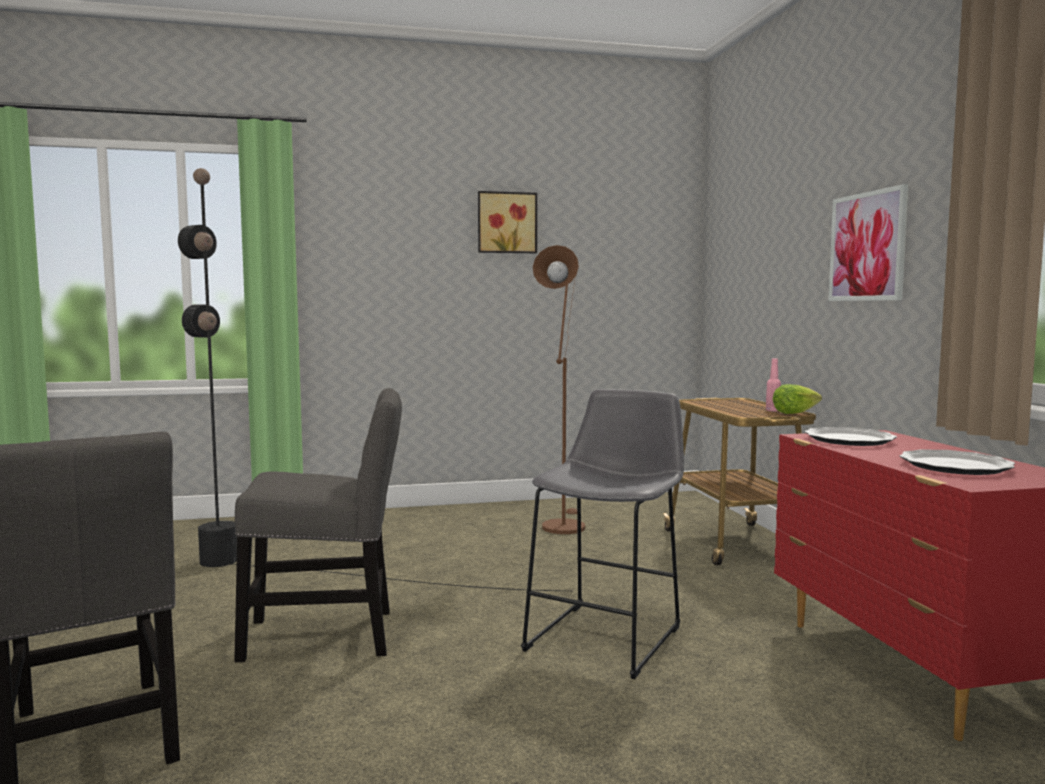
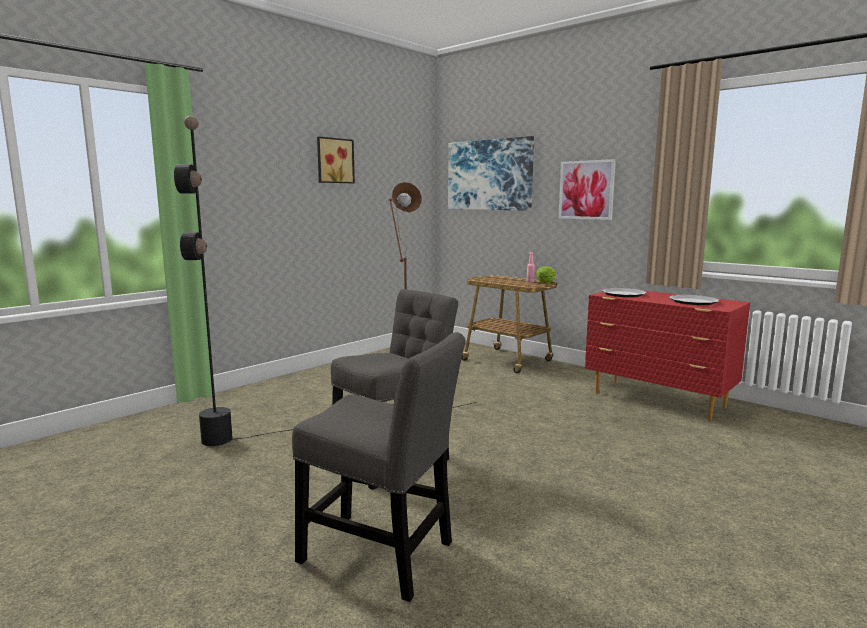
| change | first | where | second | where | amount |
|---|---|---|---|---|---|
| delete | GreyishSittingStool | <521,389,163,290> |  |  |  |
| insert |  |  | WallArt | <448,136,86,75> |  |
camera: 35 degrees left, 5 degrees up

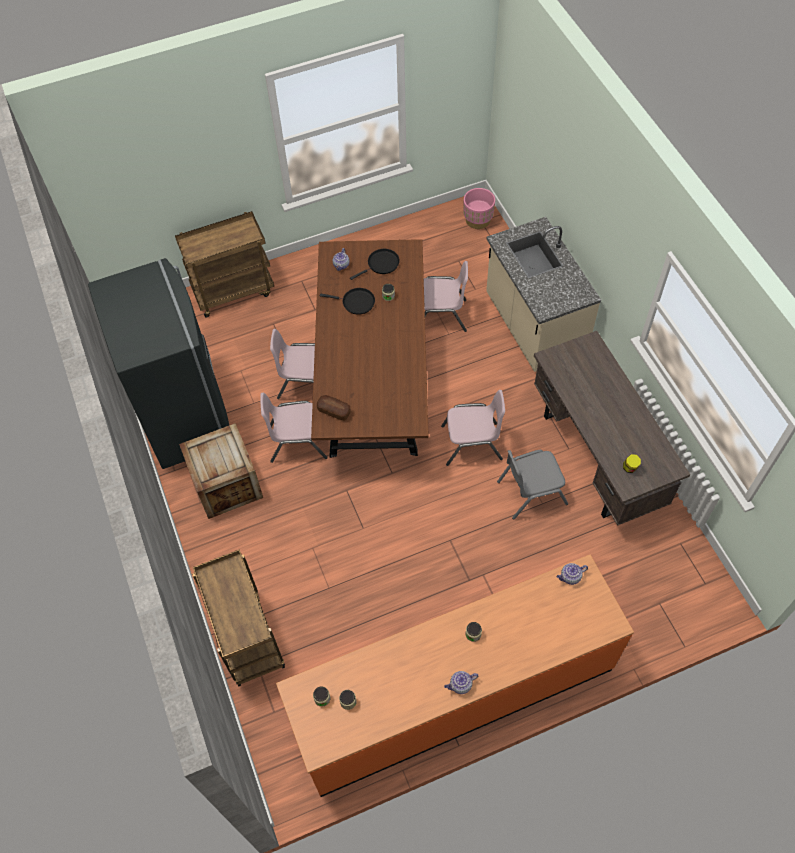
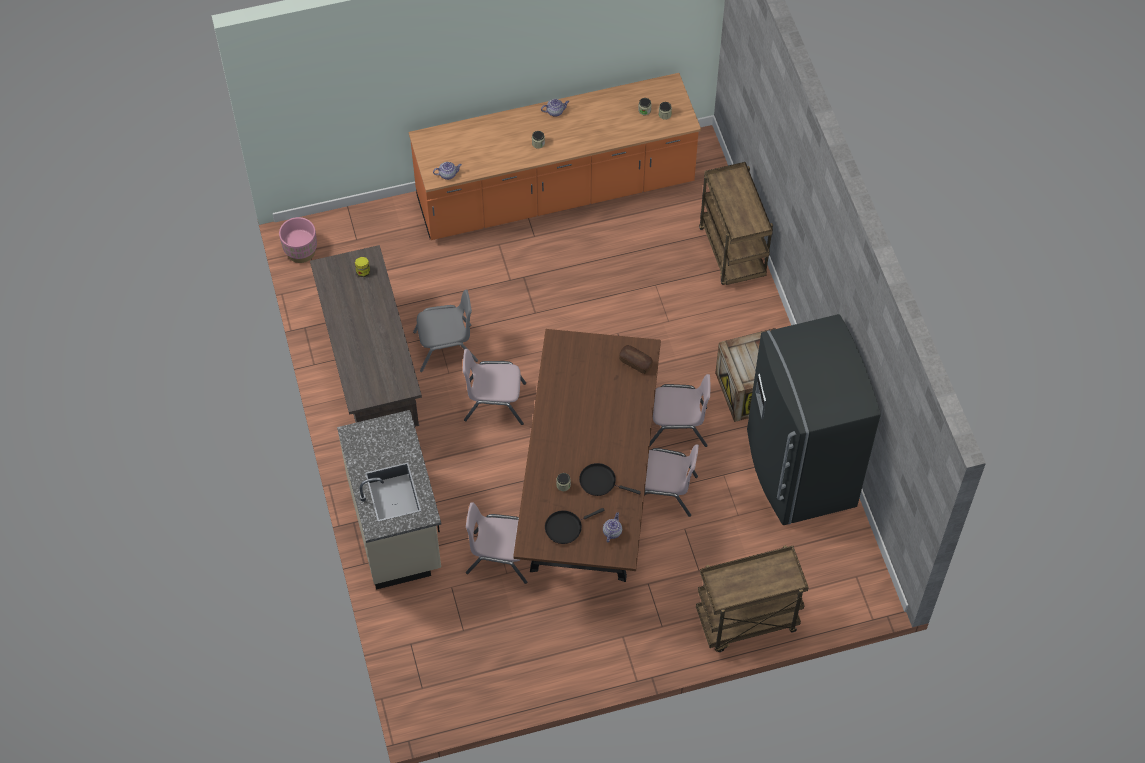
| change | first | where | second | where | amount |
|---|---|---|---|---|---|
| move | PinkColouredFlowerPot | <464,188,31,41> |  | <279,217,38,46> |  |
camera: 175 degrees left, 0 degrees up

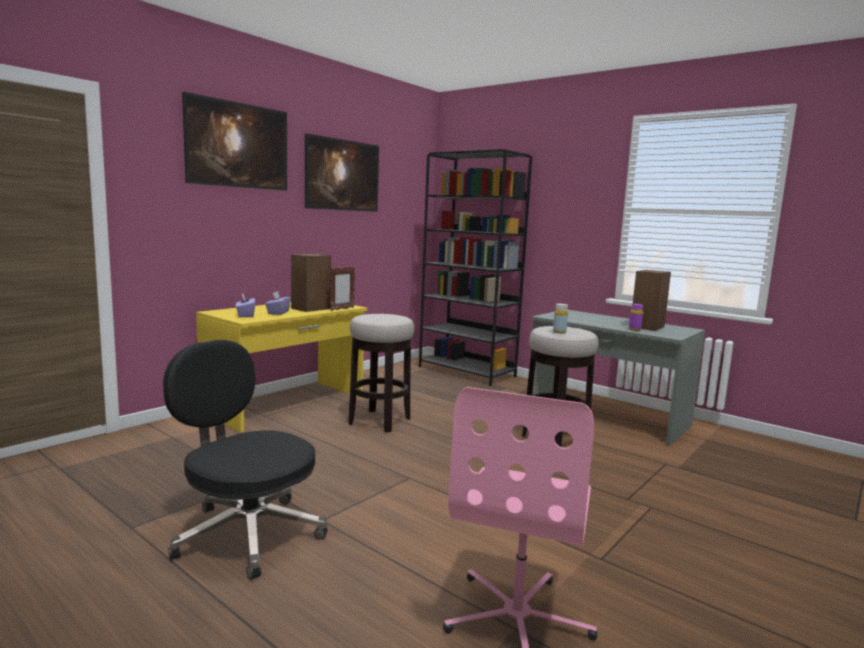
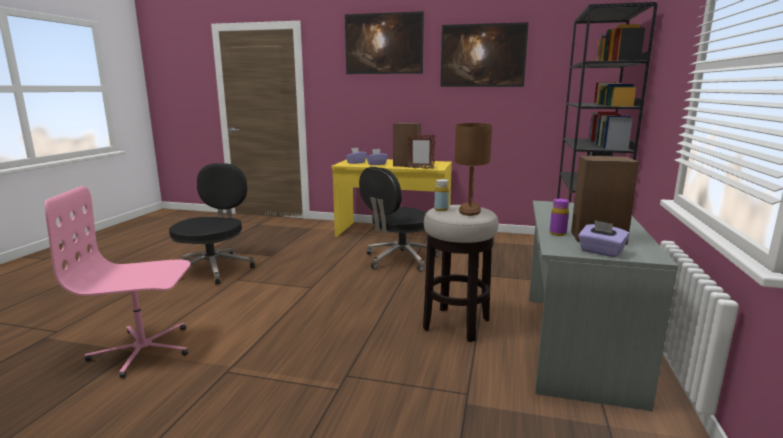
| change | first | where | second | where | amount |
|---|---|---|---|---|---|
| insert |  |  | BrownishTableLamp | <454,123,38,93> |  |
| insert |  |  | PurpleColouredTissueBox | <578,220,51,37> |  |
| replace | SittingStool | <348,314,66,119> | BlackOfficeChair | <359,167,81,105> |  |
camera: 65 degrees right, 5 degrees up

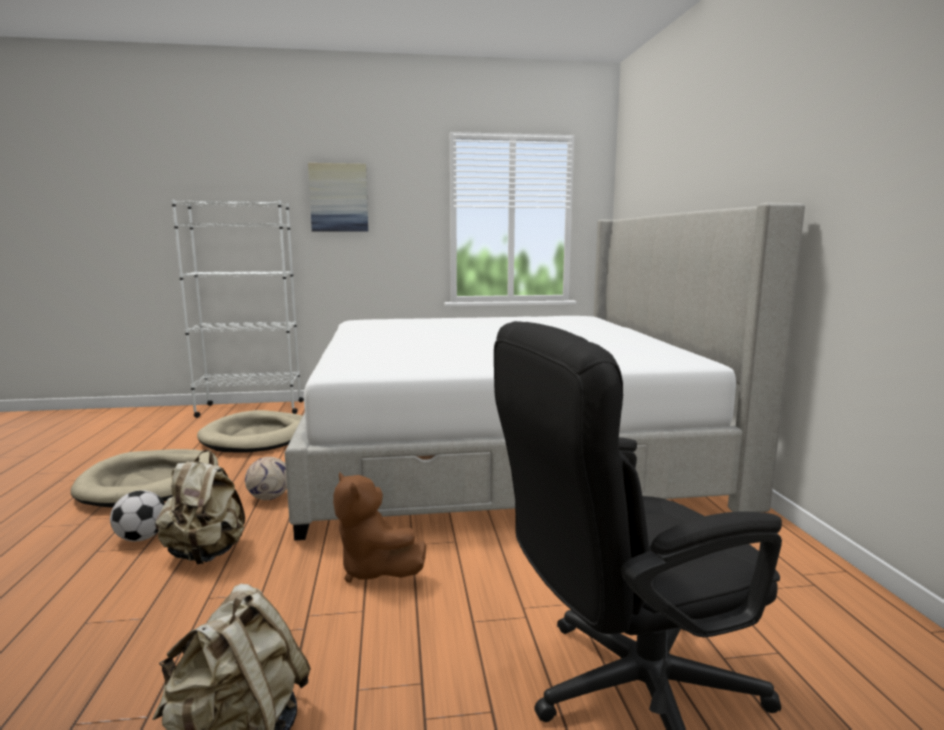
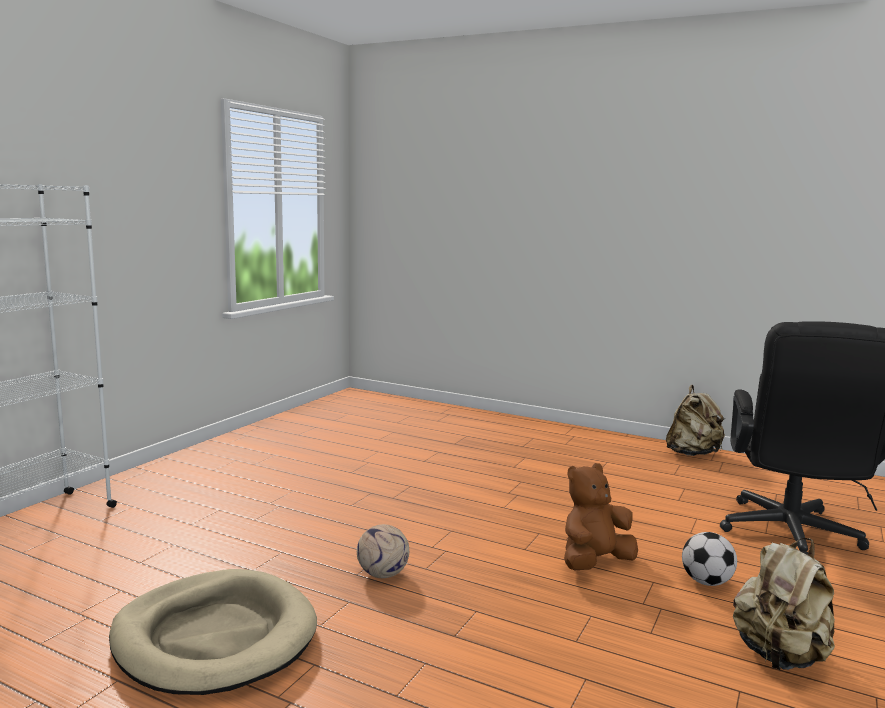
| change | first | where | second | where | amount |
|---|---|---|---|---|---|
| delete | SandColouredDogCushion | <197,410,106,43> |  |  |  |
| delete | BedroomBed | <285,203,520,337> |  |  |  |
| delete | WallArt | <308,163,60,69> |  |  |  |
| move | BallForFootball | <110,490,55,52> |  | <682,532,55,54> |  |
| move | SandColouredKnapsack | <155,450,90,114> |  | <666,385,59,71> |  |
| rotate | BrownishSoftToy | <333,472,93,111> |  | <564,463,74,107> | 150 degrees clockwise |
camera: 55 degrees left, 0 degrees up

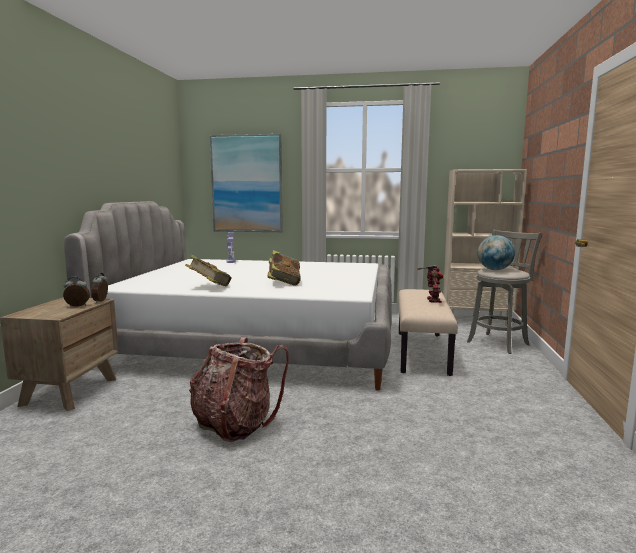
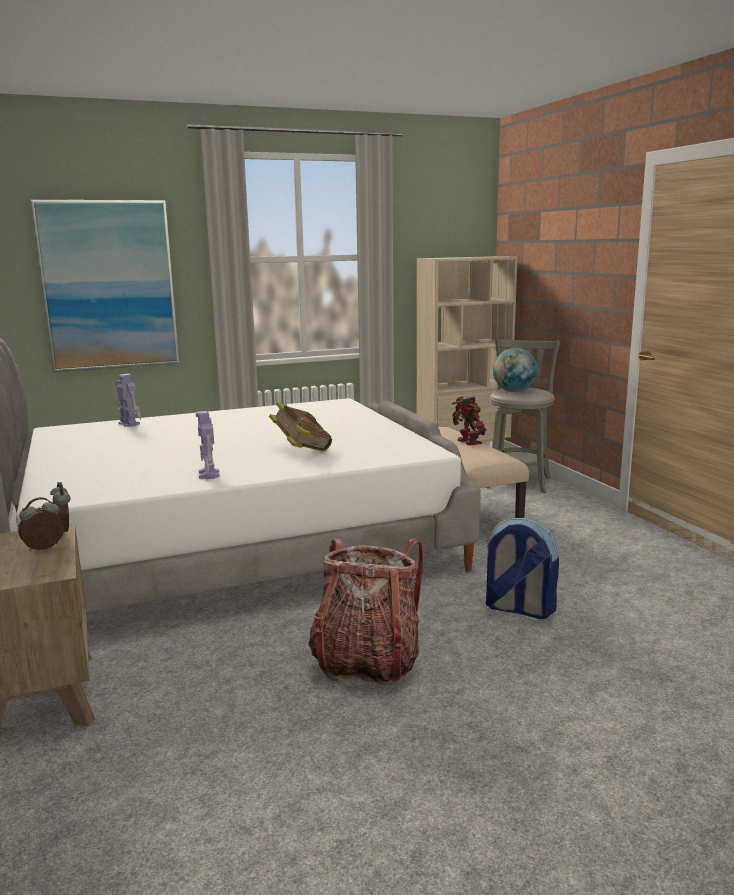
| change | first | where | second | where | amount |
|---|---|---|---|---|---|
| insert |  |  | Knapsack | <485,518,74,101> |  |
| replace | Book | <185,255,46,31> | RobotFigure | <196,411,24,68> |  |
camera: 30 degrees left, 5 degrees up

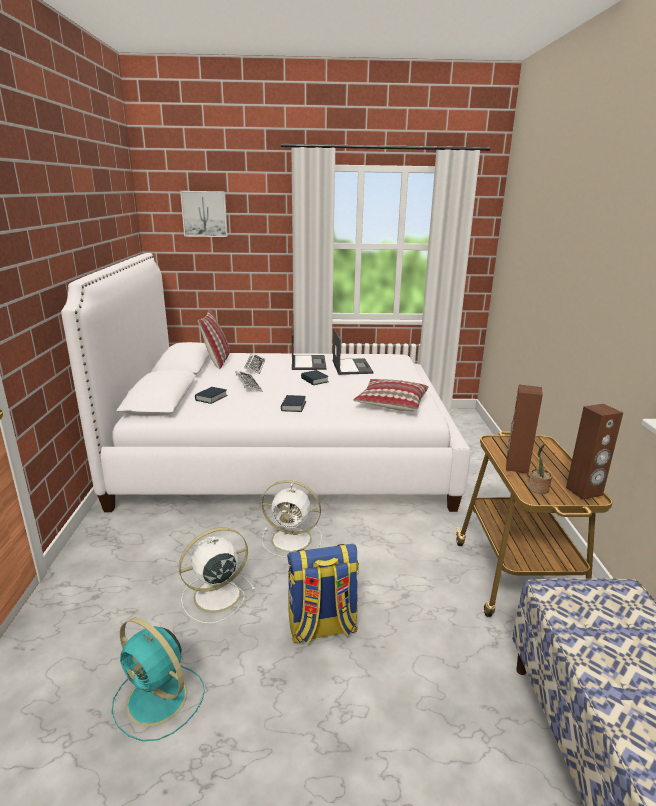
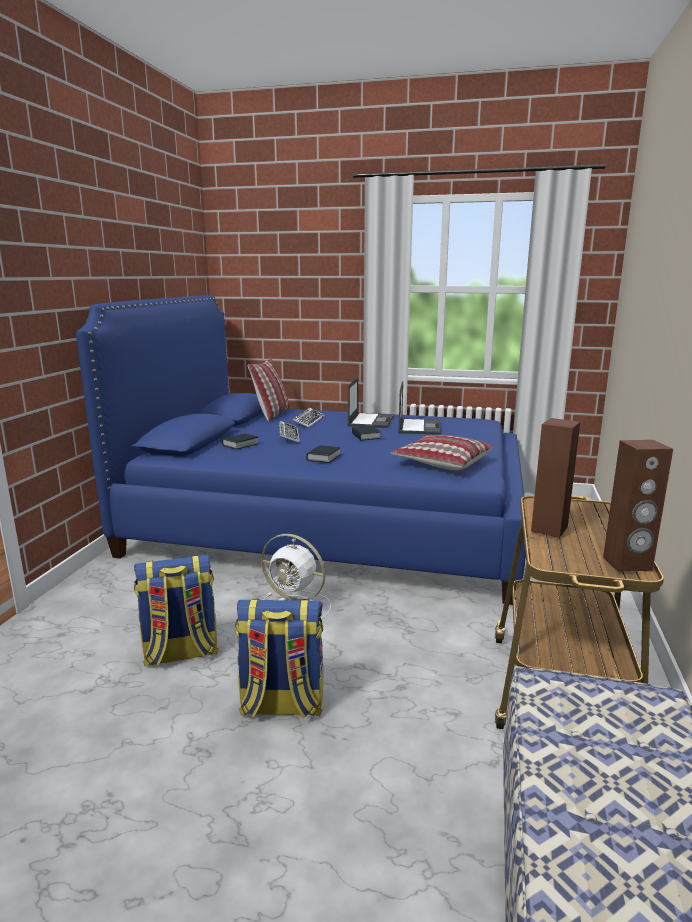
| change | first | where | second | where | amount |
|---|---|---|---|---|---|
| delete | TurquoiseColouredCoolingFan | <111,617,94,124> |  |  |  |
| delete | WallArt | <180,191,48,46> |  |  |  |
| delete | PlantInAPot | <528,444,24,50> |  |  |  |
| replace | WhiteColouredCoolingFan | <179,527,77,97> | Knapsack | <134,555,85,111> |  |
| recolor | WhiteColouredBedroomBed | <61,253,410,259> | BlueColouredBedroomBed | <76,295,452,310> |  |
camera: 15 degrees right, 5 degrees down

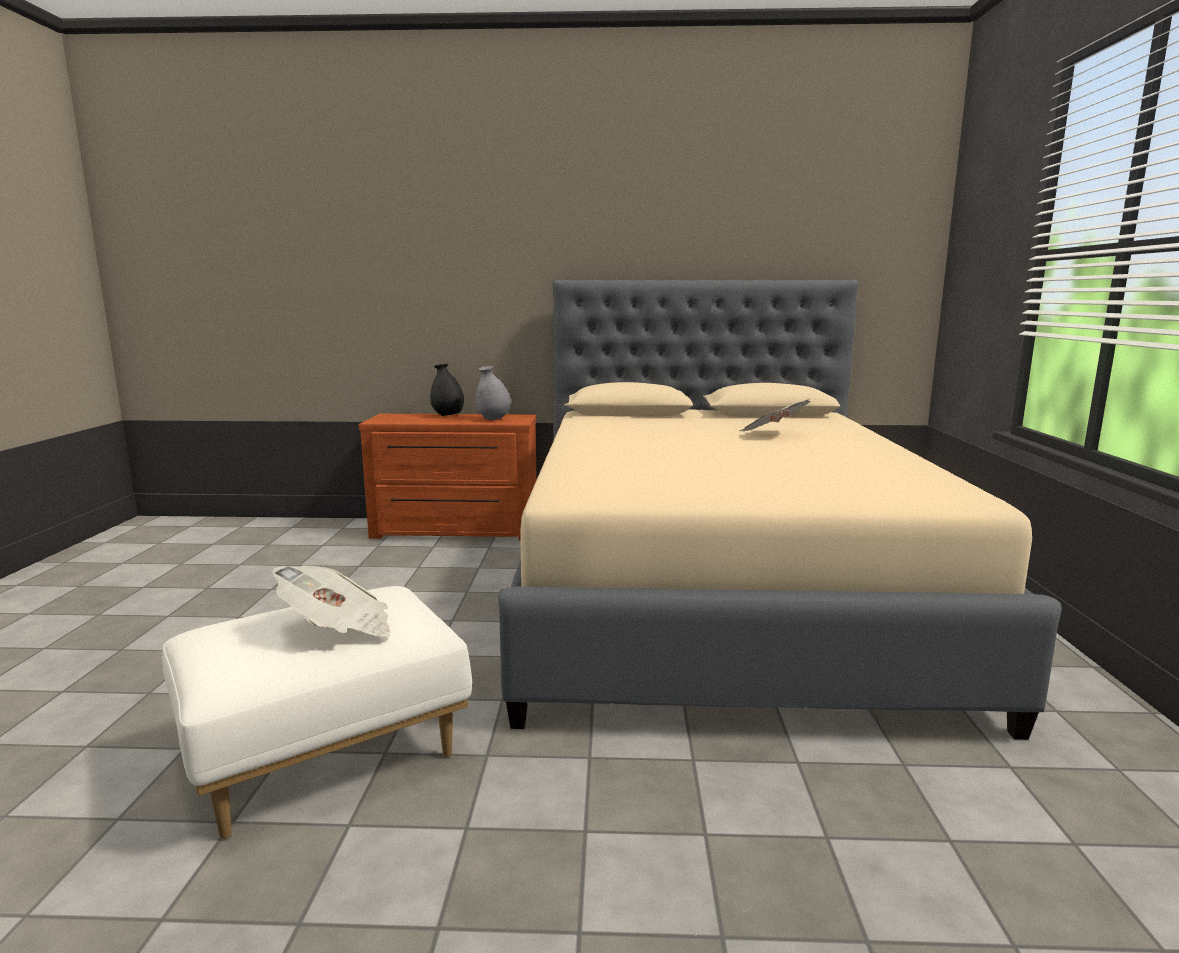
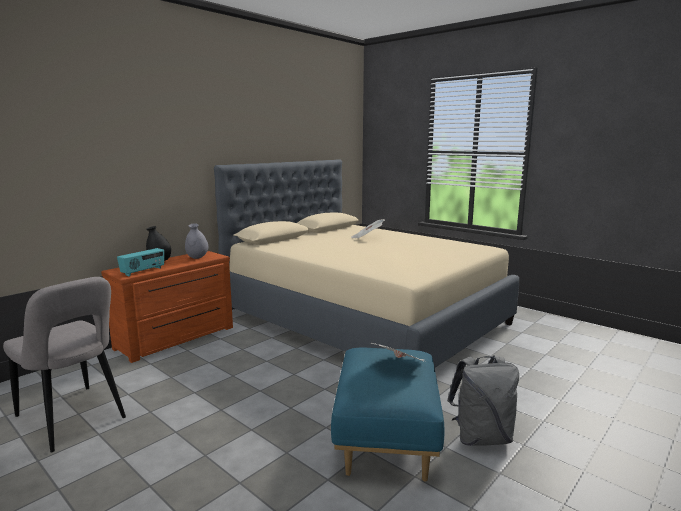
| change | first | where | second | where | amount |
|---|---|---|---|---|---|
| insert |  |  | GreyishPlainChair | <3,277,123,175> |  |
| insert |  |  | RadioSet | <117,248,47,28> |  |
| insert |  |  | GreyishKnapsack | <447,355,72,91> |  |
| recolor | WhiteColouredOttoman | <162,586,310,253> | BlueColouredOttoman | <331,348,113,134> |  |
camera: 50 degrees left, 0 degrees up

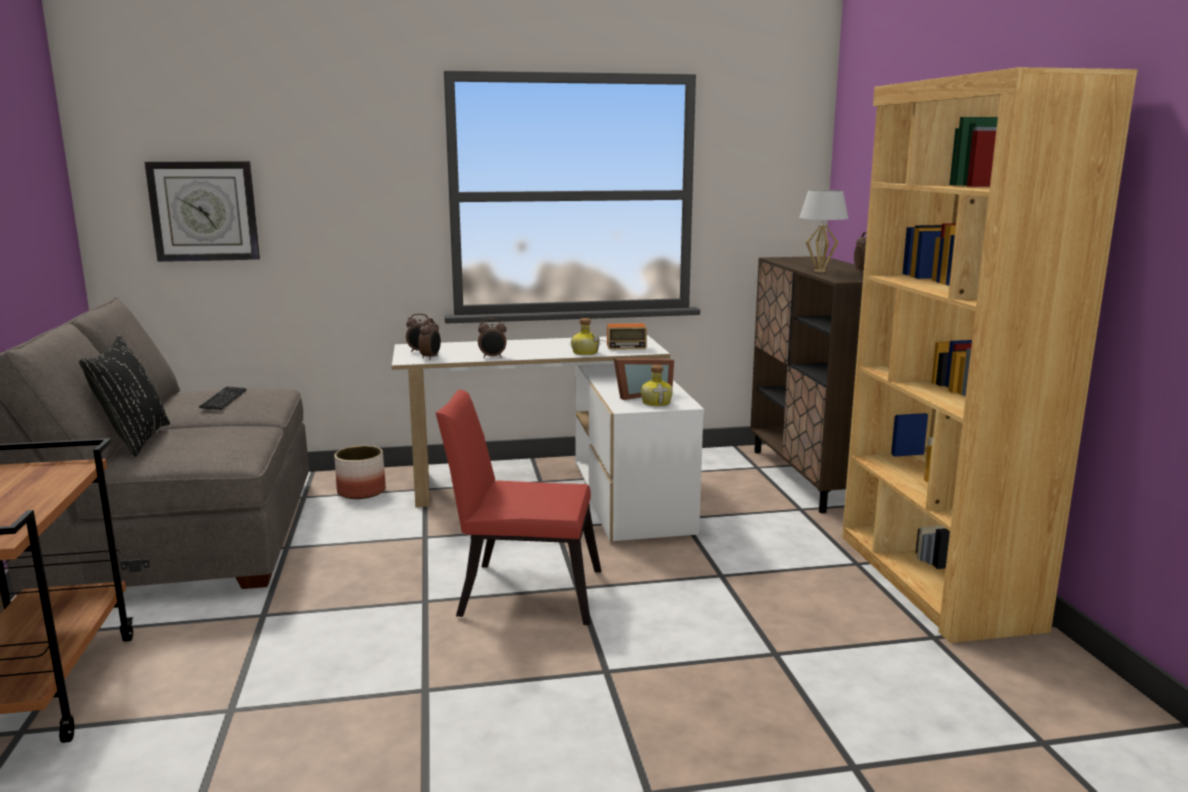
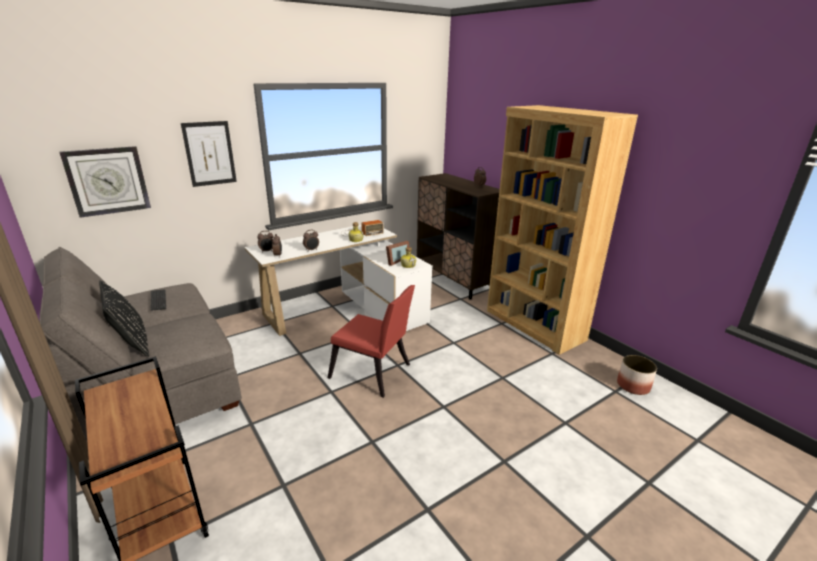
| change | first | where | second | where | amount |
|---|---|---|---|---|---|
| delete | WhiteColouredTableLamp | <799,190,49,82> |  |  |  |
| insert |  |  | WallArt | <181,121,56,66> |  |
| move | FlowerPot | <334,446,52,53> |  | <617,355,40,40> |  |
| rotate | RedPlainChair | <436,390,165,235> |  | <328,285,87,113> | 135 degrees counterclockwise |
camera: 25 degrees left, 10 degrees up

